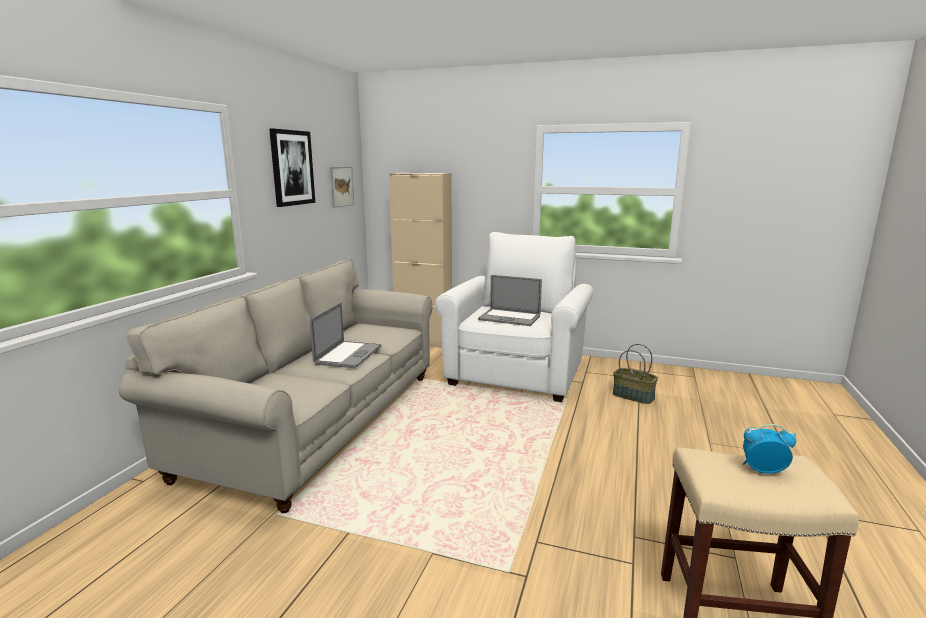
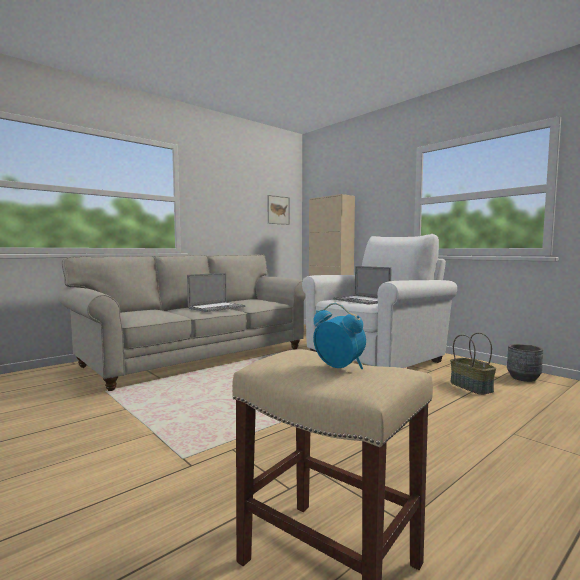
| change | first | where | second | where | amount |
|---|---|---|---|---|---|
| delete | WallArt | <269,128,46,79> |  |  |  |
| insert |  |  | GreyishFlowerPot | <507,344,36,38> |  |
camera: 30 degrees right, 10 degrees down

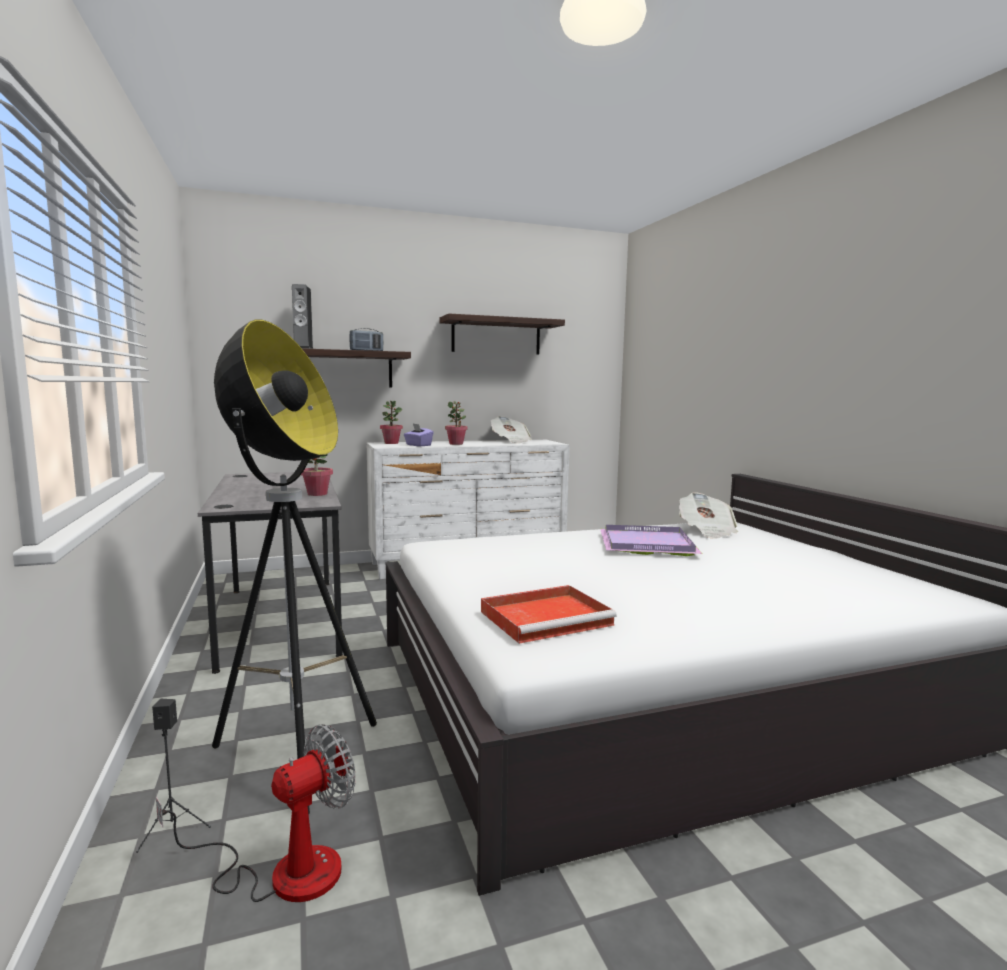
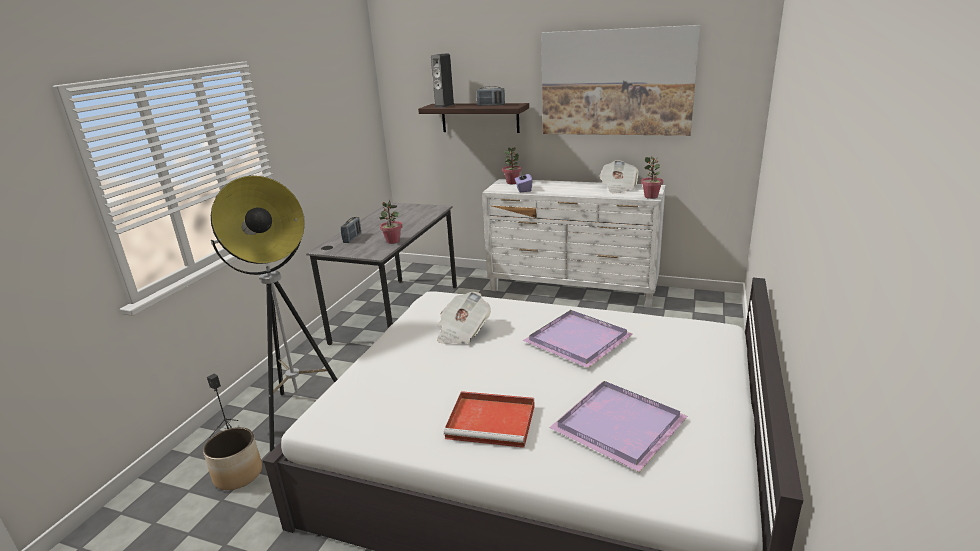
| change | first | where | second | where | amount |
|---|---|---|---|---|---|
| insert |  |  | RadioSet | <341,217,20,26> |  |
| insert |  |  | PurpleColouredCarryingTray | <549,381,139,91> |  |
| move | PlantInAPot | <445,401,23,44> |  | <641,156,22,43> |  |
| move | RedCarryingTray | <481,585,136,59> |  | <444,391,91,57> |  |
| move | DailyPaper | <679,492,59,47> |  | <437,292,54,52> |  |
| replace | CoolingFan | <156,724,200,178> | FlowerPot | <203,427,59,63> |  |
| replace | Shelf | <439,314,126,40> | WallArt | <541,25,159,111> |  |
camera: 40 degrees right, 15 degrees up

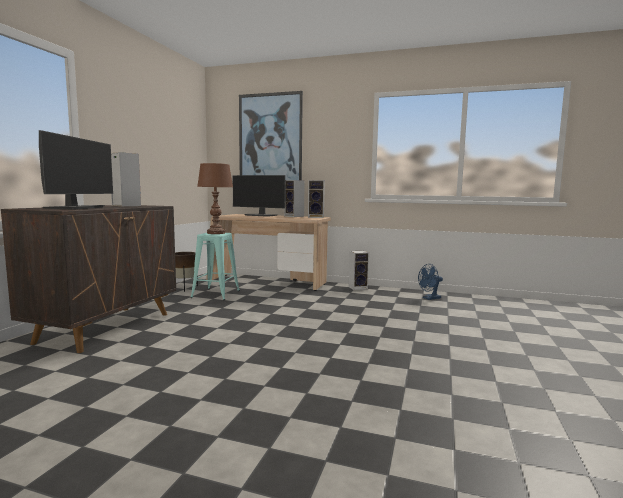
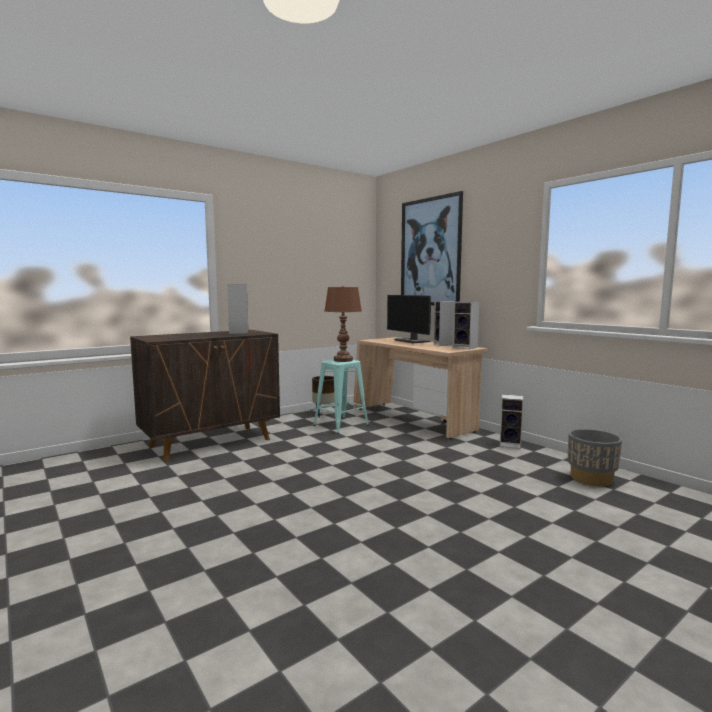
| change | first | where | second | where | amount |
|---|---|---|---|---|---|
| delete | ComputerDisplay | <39,130,74,80> |  |  |  |
| replace | BlueColouredCoolingFan | <418,264,25,36> | GreyishFlowerPot | <568,429,54,58> |  |
camera: 35 degrees right, 0 degrees up

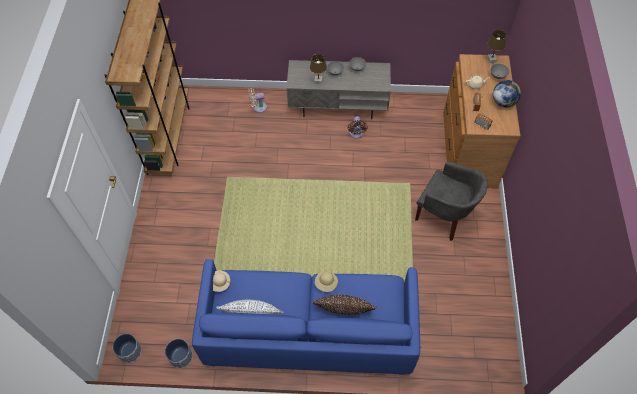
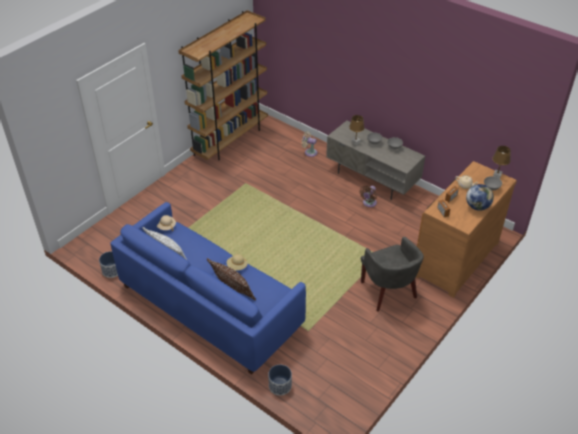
| change | first | where | second | where | amount |
|---|---|---|---|---|---|
| move | FlowerPot | <113,334,29,29> |  | <268,364,24,32> |  |
camera: 35 degrees right, 15 degrees down

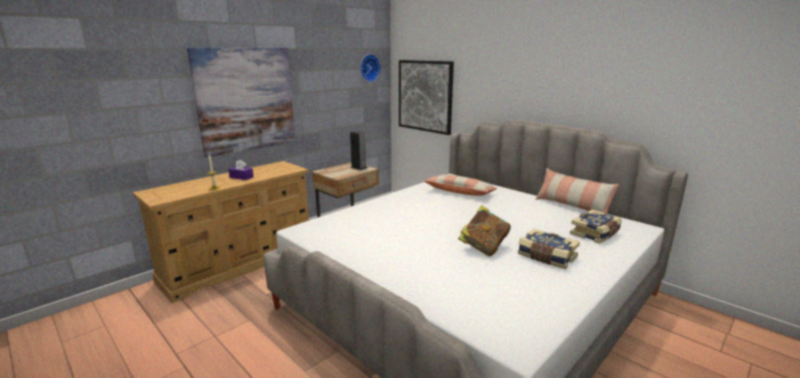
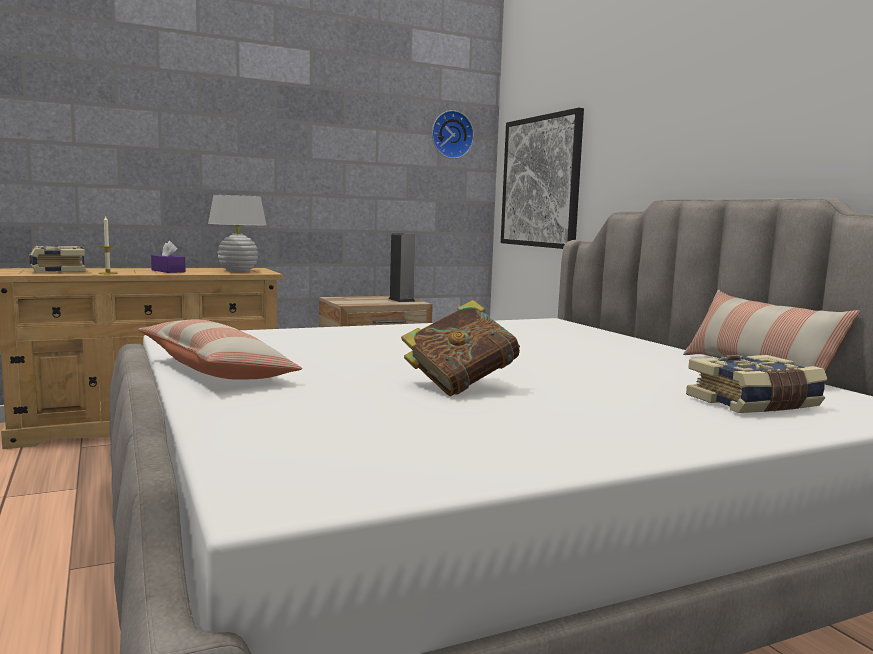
| change | first | where | second | where | amount |
|---|---|---|---|---|---|
| delete | WallArt | <187,48,108,109> |  |  |  |
| insert |  |  | WhiteColouredTableLamp | <208,195,58,77> |  |
| move | Pillow | <423,175,74,21> |  | <138,319,164,61> |  |
| move | Book | <518,228,62,41> |  | <29,246,57,27> |  |
camera: 20 degrees right, 10 degrees down

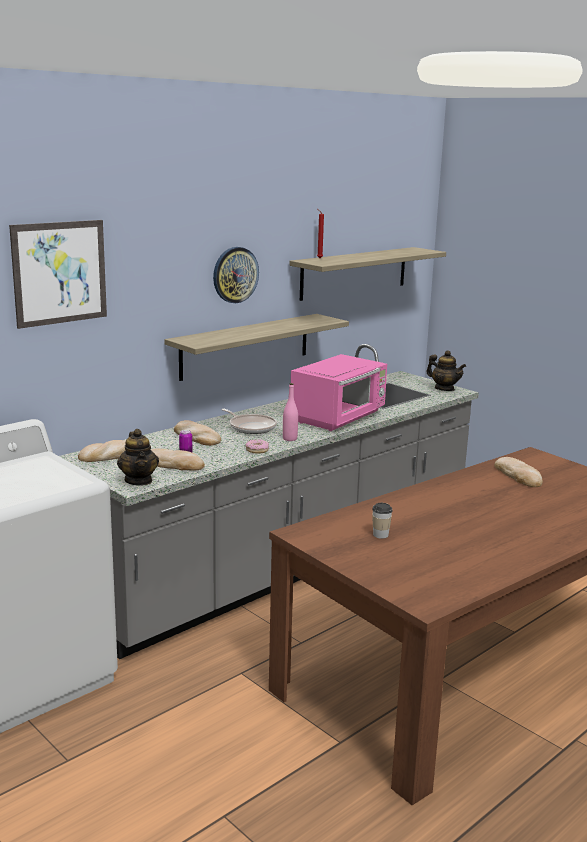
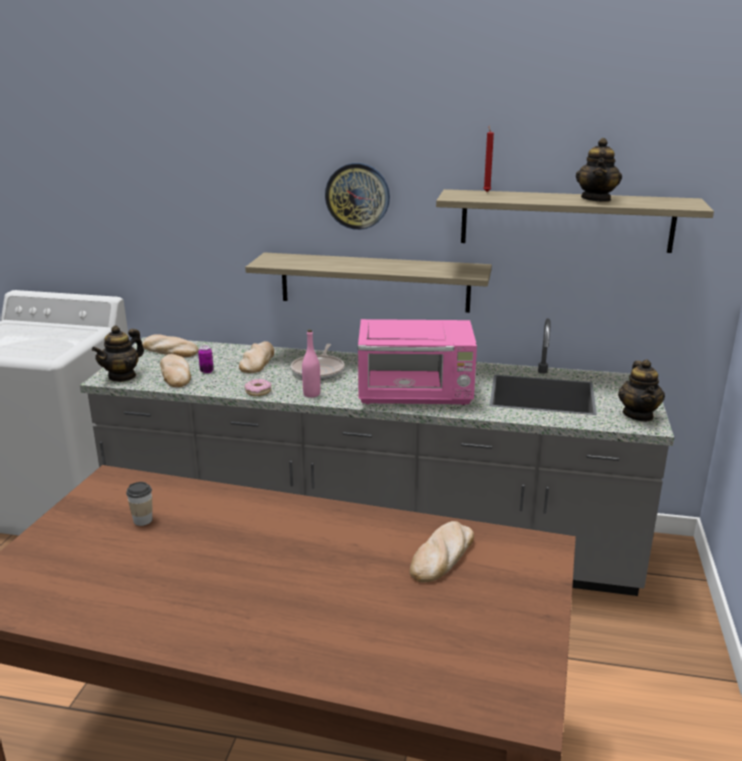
| change | first | where | second | where | amount |
|---|---|---|---|---|---|
| delete | WallArt | <9,220,98,109> |  |  |  |
| insert |  |  | TeaPot | <576,138,46,64> |  |
camera: 55 degrees right, 5 degrees up

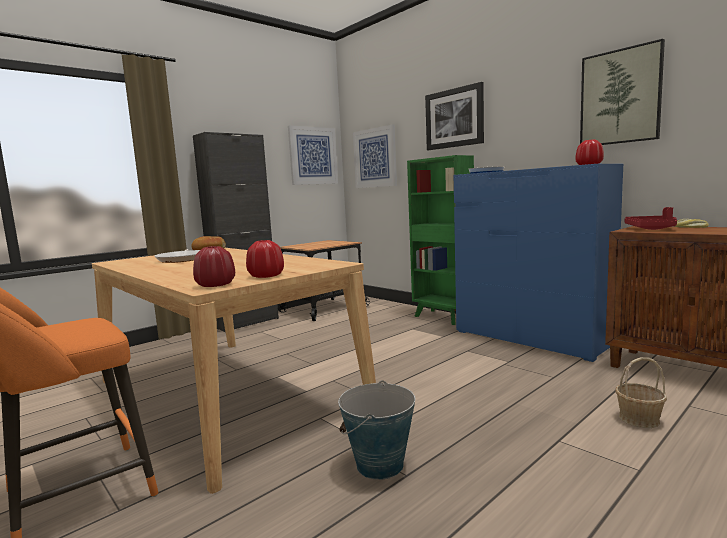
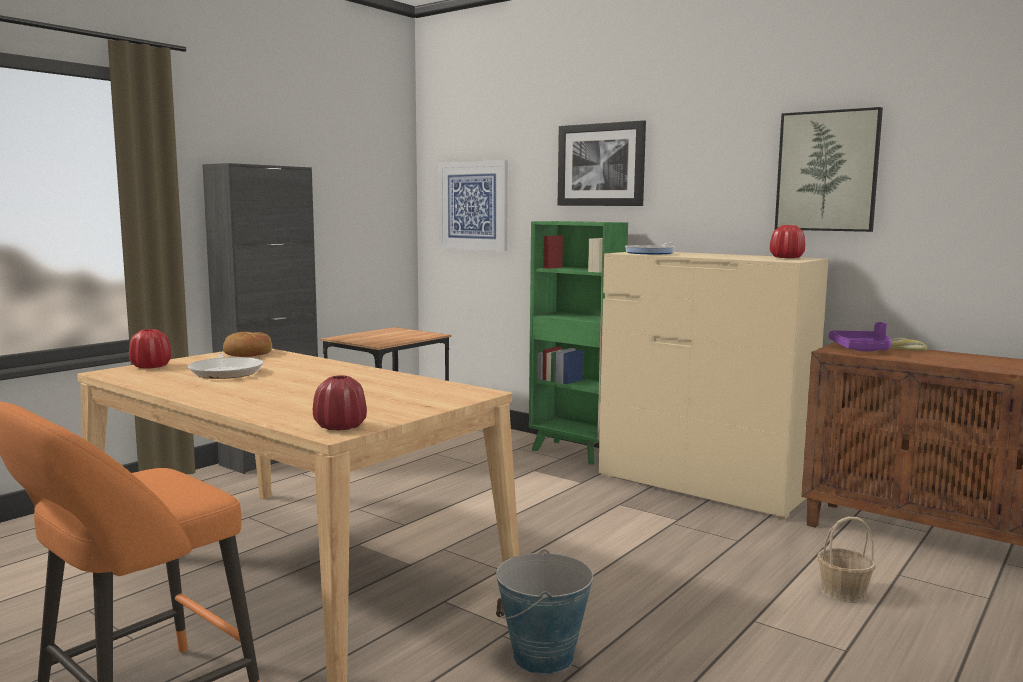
| change | first | where | second | where | amount |
|---|---|---|---|---|---|
| delete | WallArt | <288,125,50,60> |  |  |  |
| move | RedVase | <246,240,38,38> |  | <129,329,42,39> |  |
| recolor | BlueColouredDresser | <454,164,169,198> | SandColouredDresser | <599,252,230,268> |  |
| recolor | RedCarryingTray | <625,207,52,23> | PurpleColouredCarryingTray | <829,322,62,30> |  |
camera: 10 degrees left, 0 degrees up

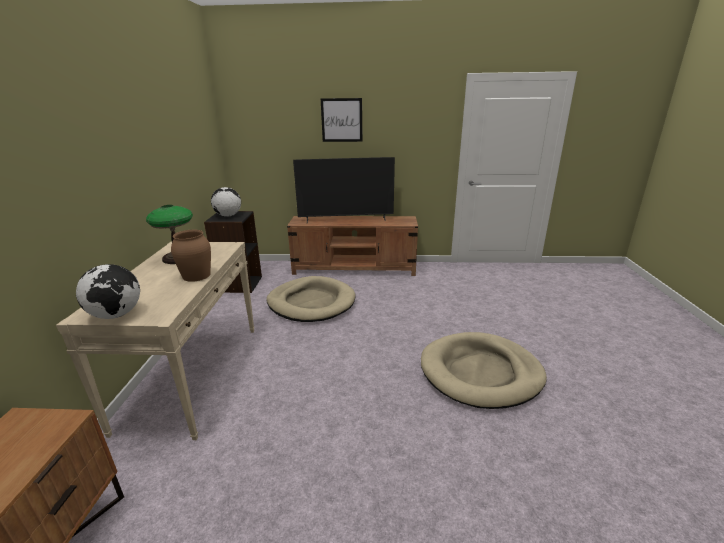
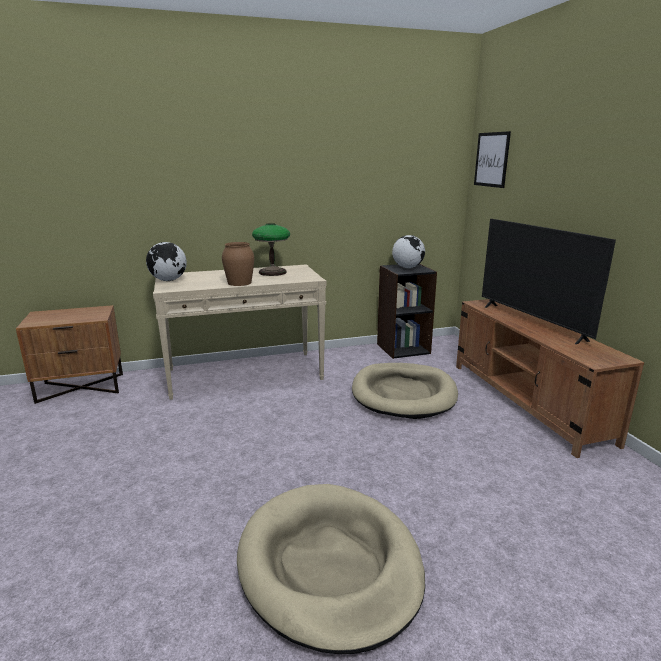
| change | first | where | second | where | amount |
|---|---|---|---|---|---|
| move | WallArt | <321,98,42,44> |  | <474,131,37,57> |  |
camera: 70 degrees right, 5 degrees down

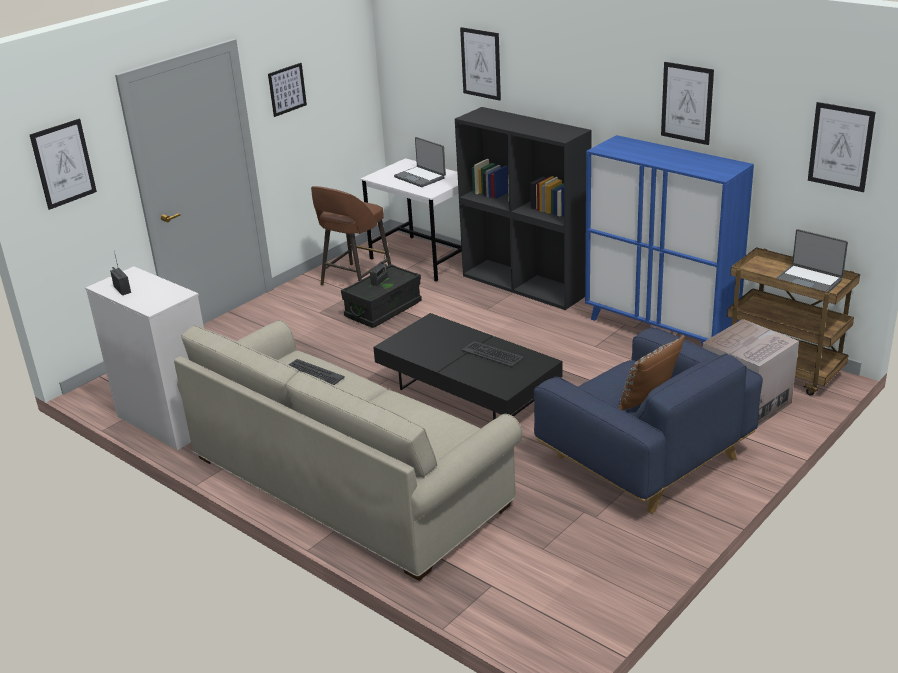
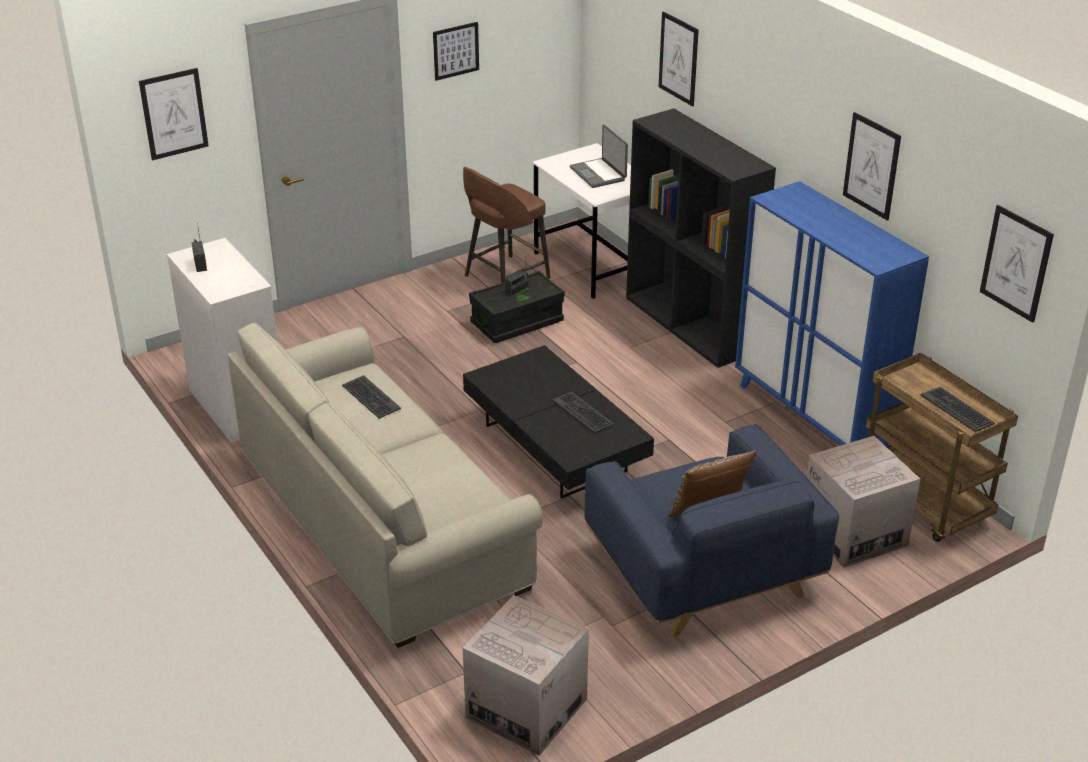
| change | first | where | second | where | amount |
|---|---|---|---|---|---|
| insert |  |  | CardboardBox | <463,595,126,161> |  |
| replace | NotebookComputer | <776,229,72,63> | ComputerKeyboard | <921,387,74,45> |  |
camera: 15 degrees right, 5 degrees up

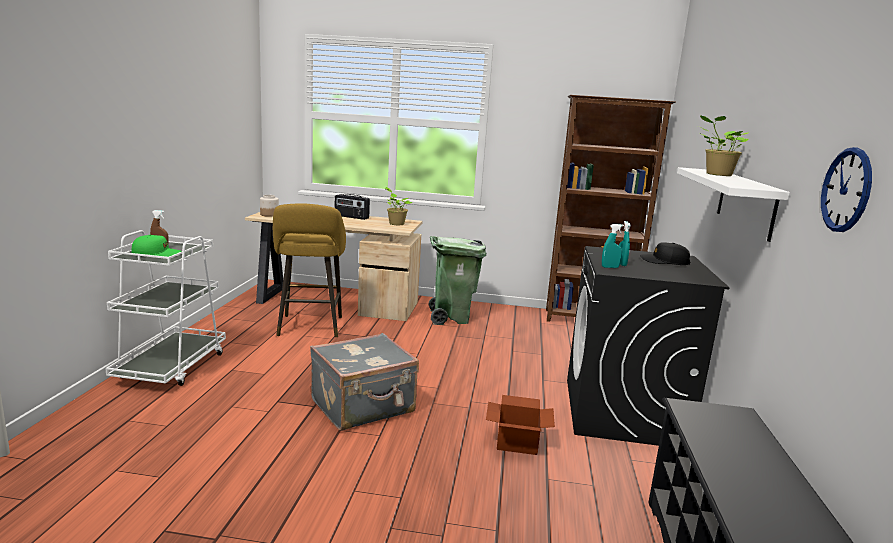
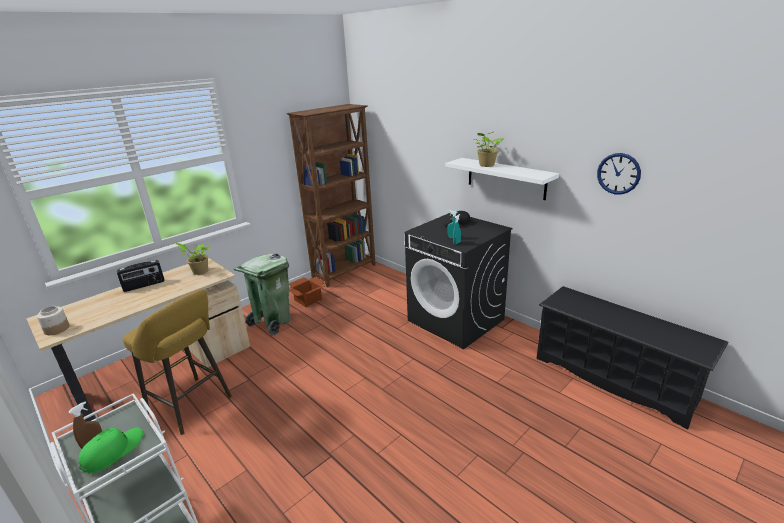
| change | first | where | second | where | amount |
|---|---|---|---|---|---|
| delete | GreyishTravelCase | <310,333,109,98> |  |  |  |
| move | CardboardBox | <486,395,69,60> |  | <289,277,36,30> |  |
camera: 50 degrees left, 10 degrees up

